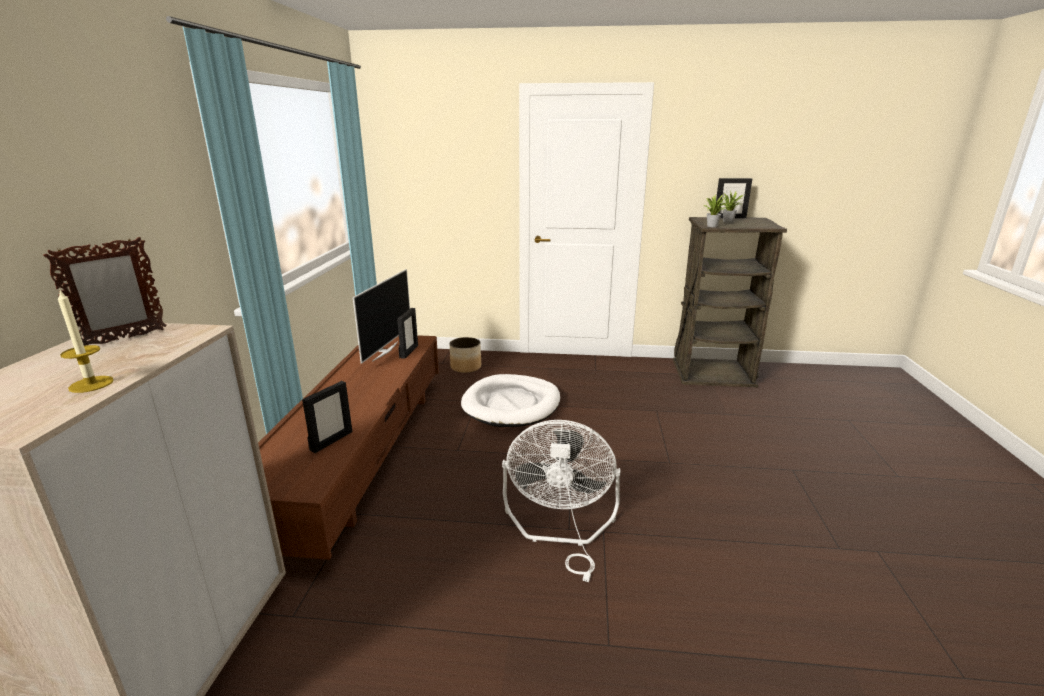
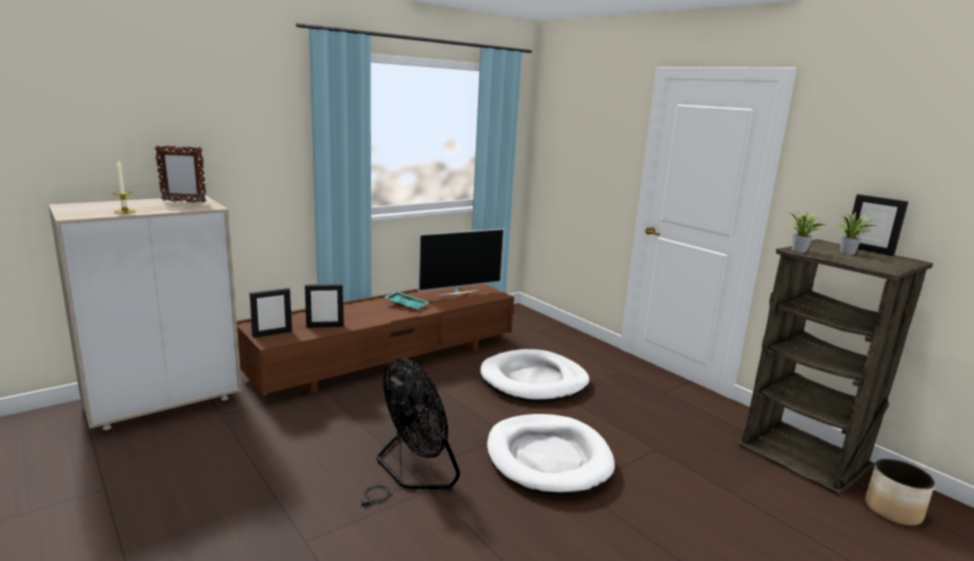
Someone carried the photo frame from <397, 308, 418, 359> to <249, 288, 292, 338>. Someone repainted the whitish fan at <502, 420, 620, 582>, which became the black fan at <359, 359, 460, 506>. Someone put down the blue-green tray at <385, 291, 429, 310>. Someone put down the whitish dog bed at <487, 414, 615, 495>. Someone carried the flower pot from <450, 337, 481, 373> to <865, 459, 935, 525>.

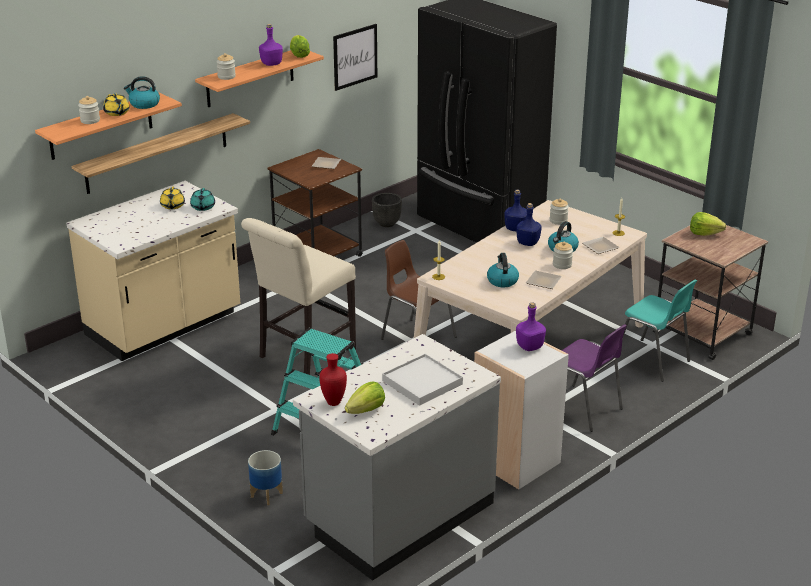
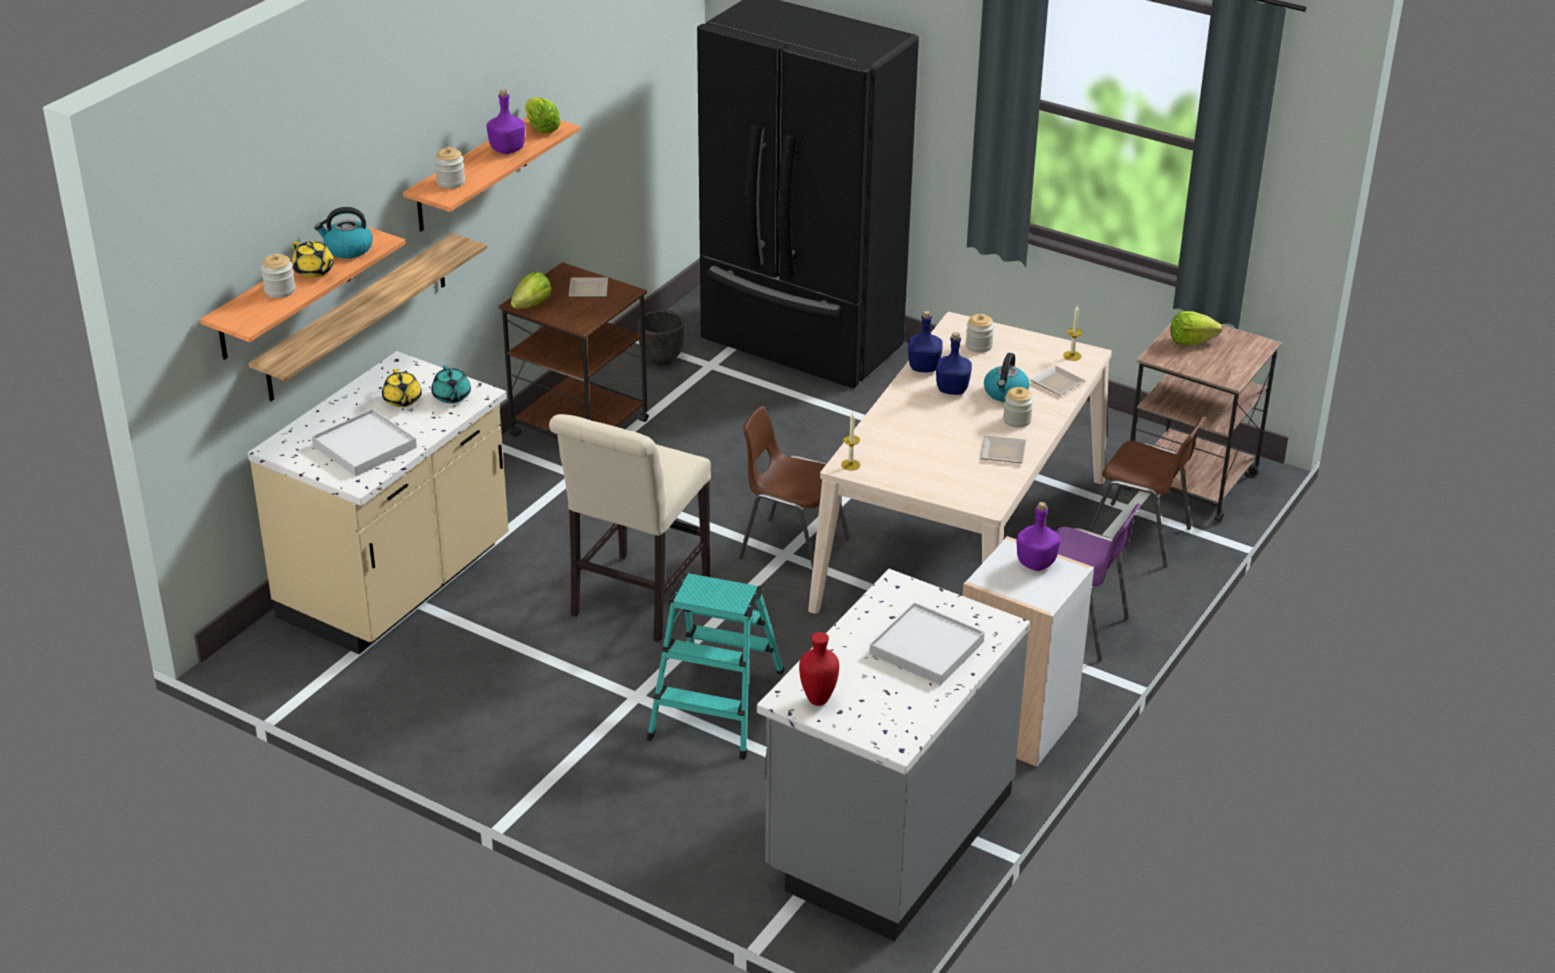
Someone put down the whitish tray at <312, 409, 417, 476>. Someone carried the lettuce from <345, 382, 385, 414> to <511, 272, 551, 309>. Someone repainted the blue-green chair at <613, 279, 697, 382>, which became the brownish chair at <1088, 416, 1206, 567>. Someone took away the flower pot at <248, 450, 283, 505>. Someone took away the wall art at <333, 24, 377, 91>. Someone took away the tea kettle at <487, 253, 519, 287>.

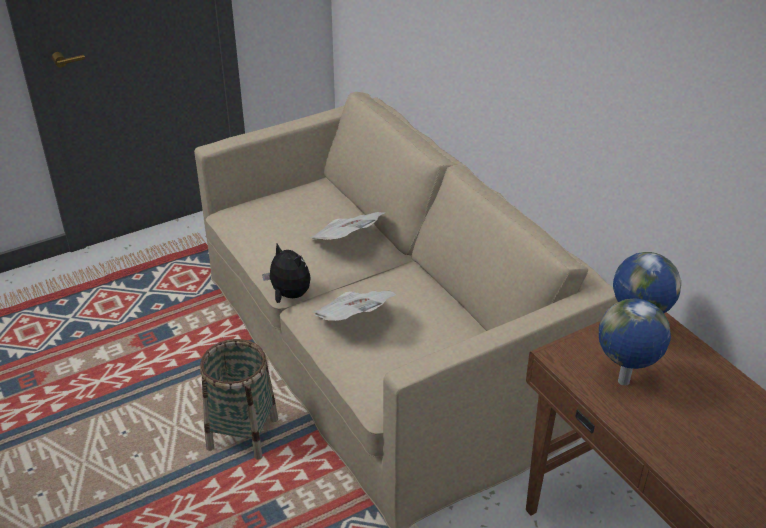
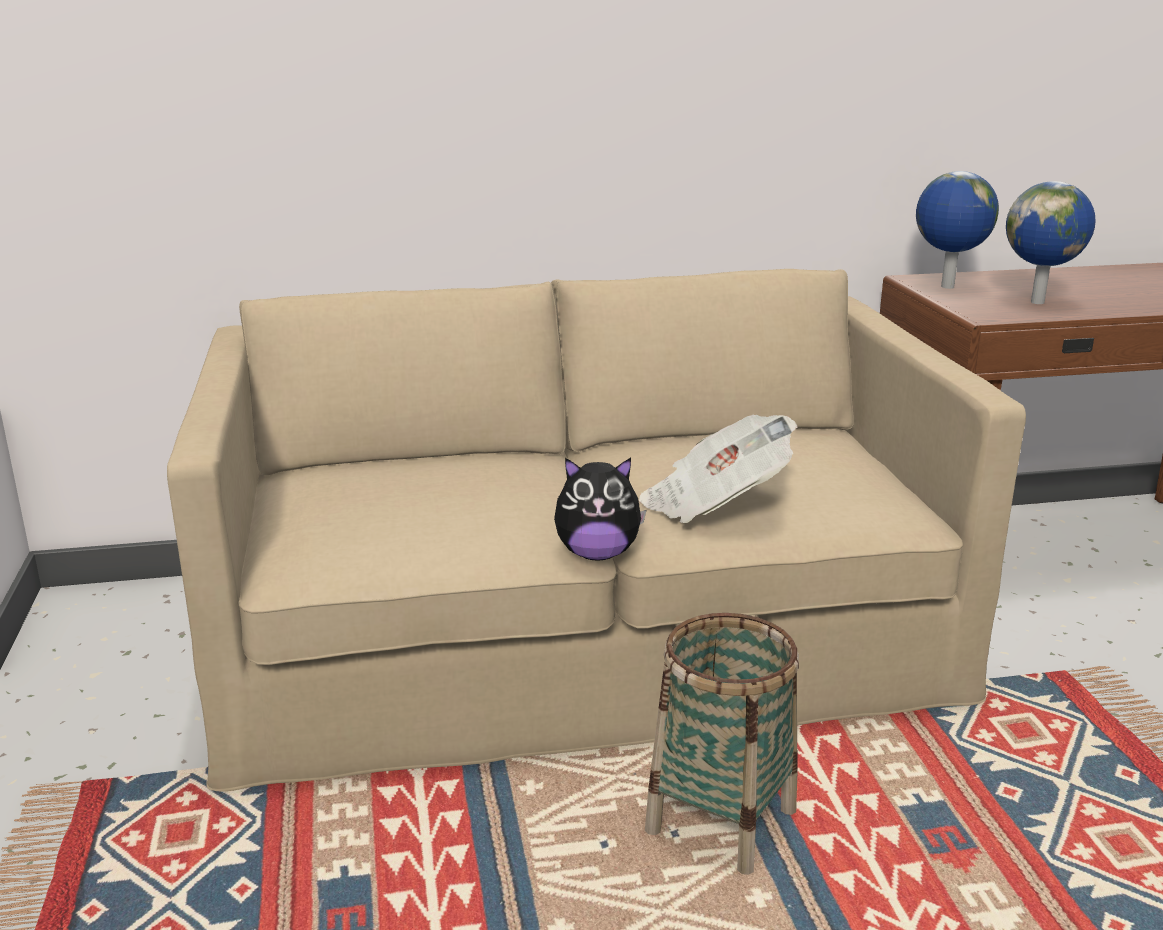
Someone rotated the soft toy at <262, 244, 311, 303> by 150 degrees counterclockwise. Someone took away the daily paper at <310, 212, 384, 240>.

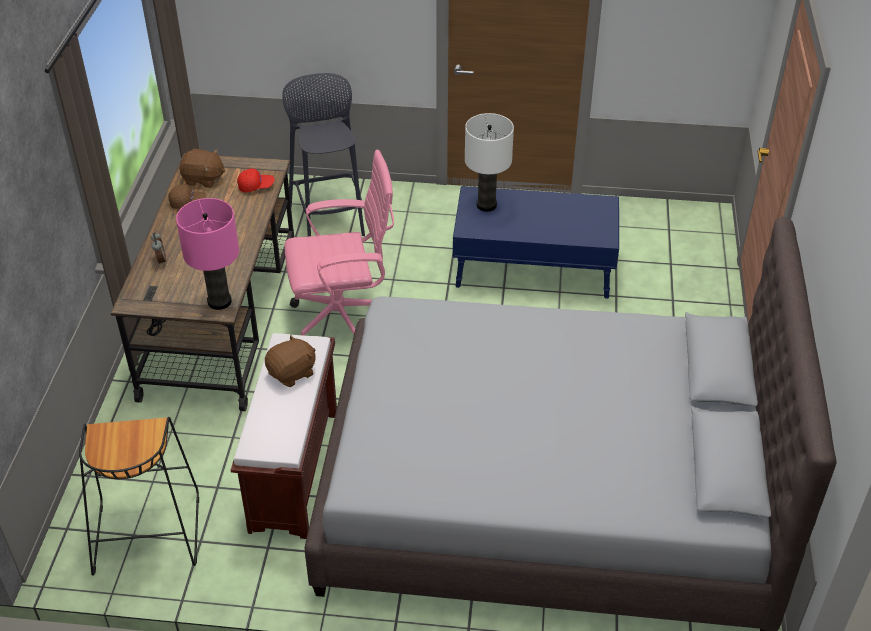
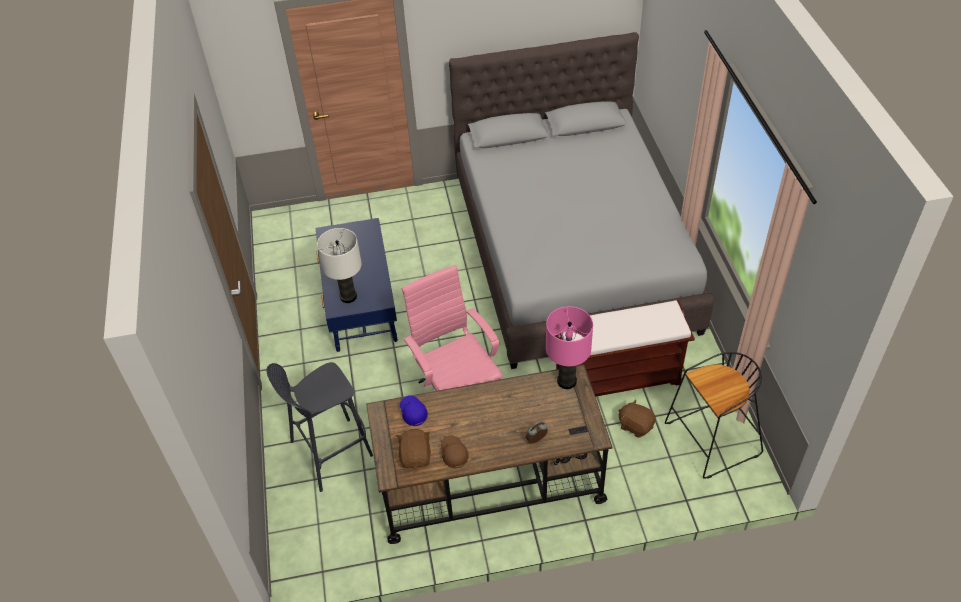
Someone repainted the red-coloured cap at <237, 169, 275, 193>, which became the blue-coloured cap at <400, 395, 428, 426>. Someone carried the brownish soft toy from <265, 334, 316, 387> to <618, 399, 655, 438>.

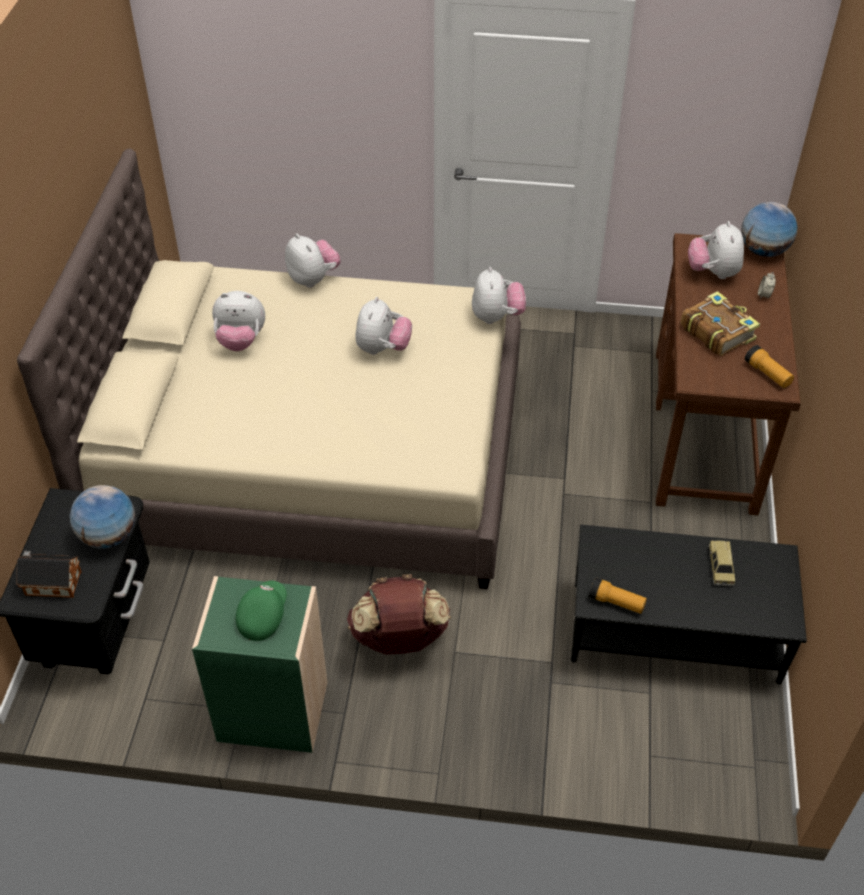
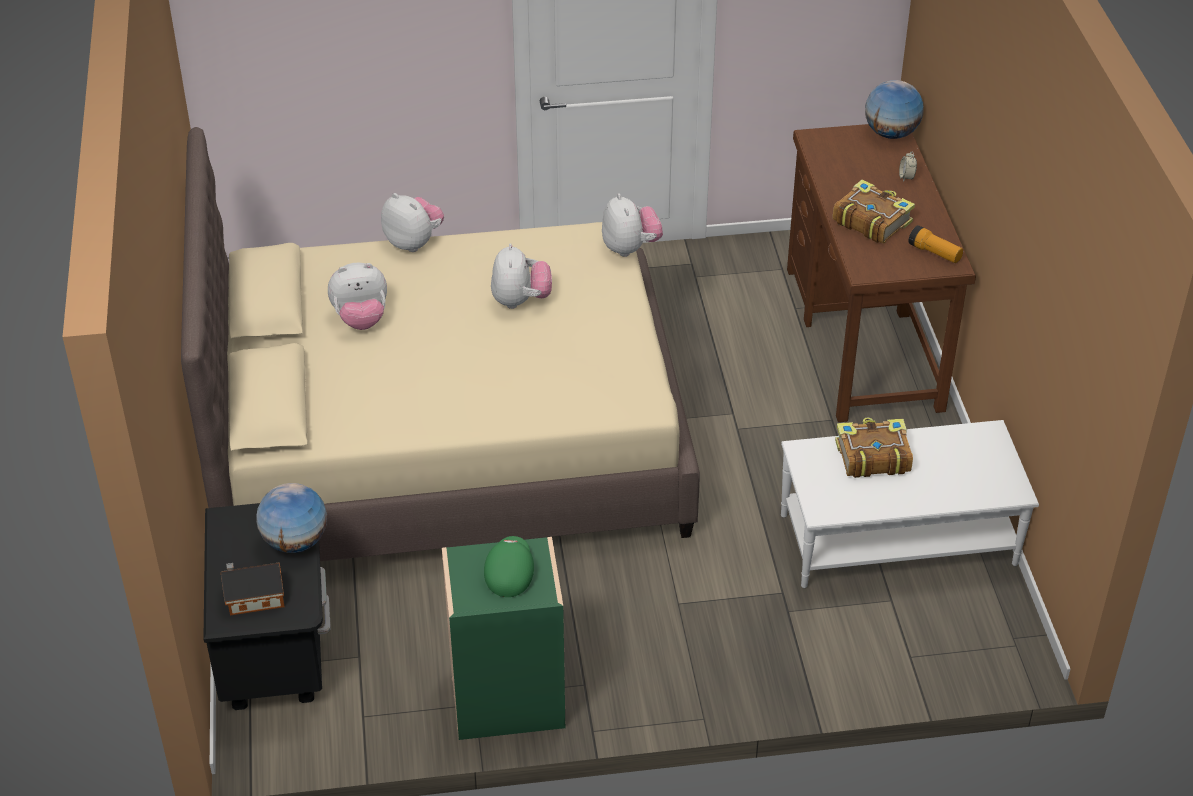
Someone repainted the black coffee table at <571, 525, 807, 684>, which became the whitish coffee table at <781, 420, 1039, 588>. Someone put down the book at <835, 417, 913, 478>. Someone took away the brownish knapsack at <347, 574, 451, 655>. Someone took away the torch at <589, 577, 647, 614>. Someone took away the soft toy at <688, 221, 744, 279>. Someone took away the model car at <709, 540, 735, 586>.

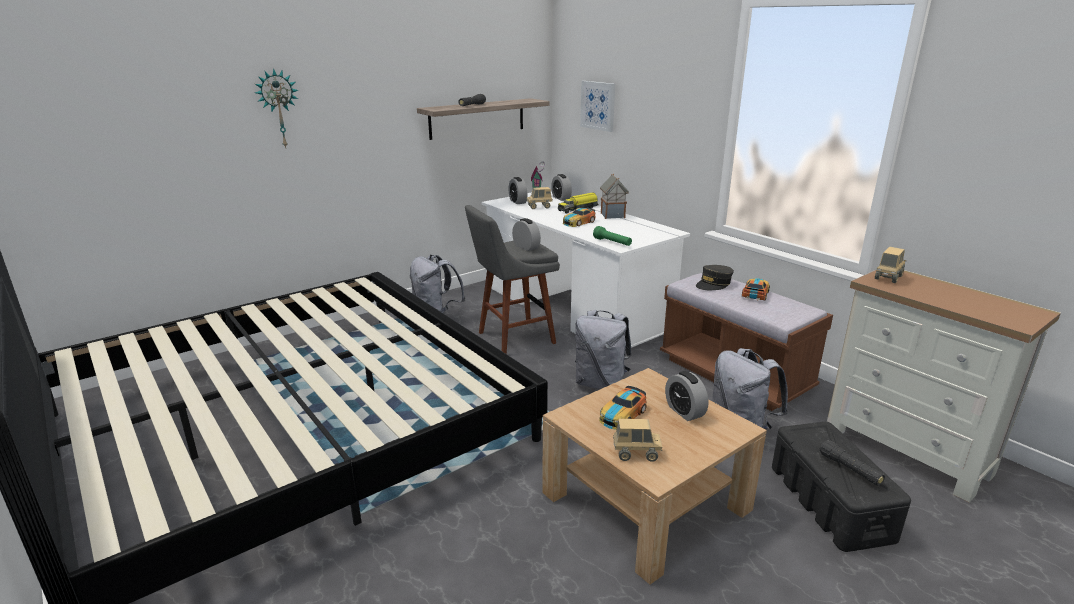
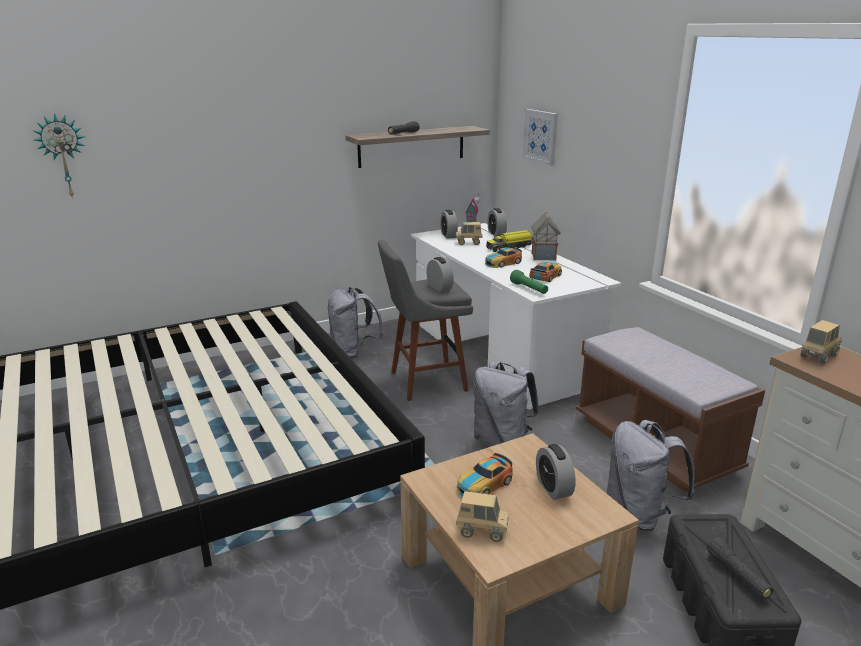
Someone carried the clock on the wall from <255, 68, 298, 148> to <33, 114, 85, 199>. Someone carried the model car from <742, 278, 770, 300> to <529, 262, 562, 282>. Someone took away the greyish cap at <696, 265, 734, 290>.

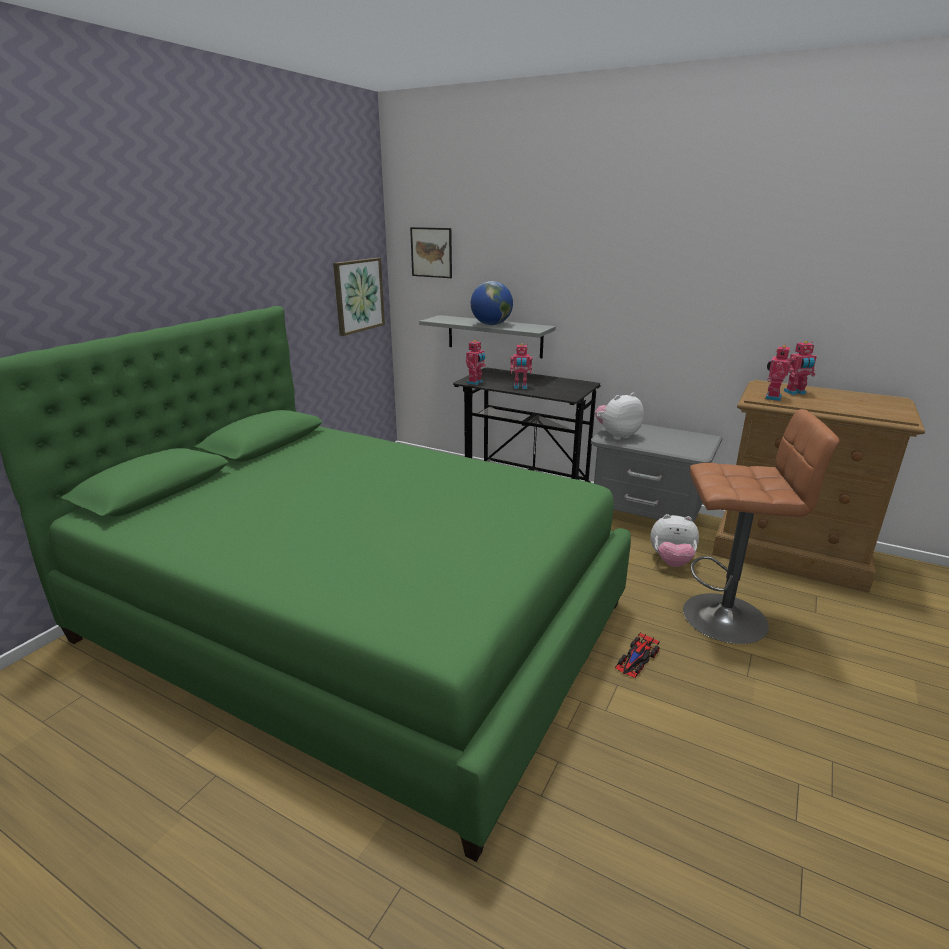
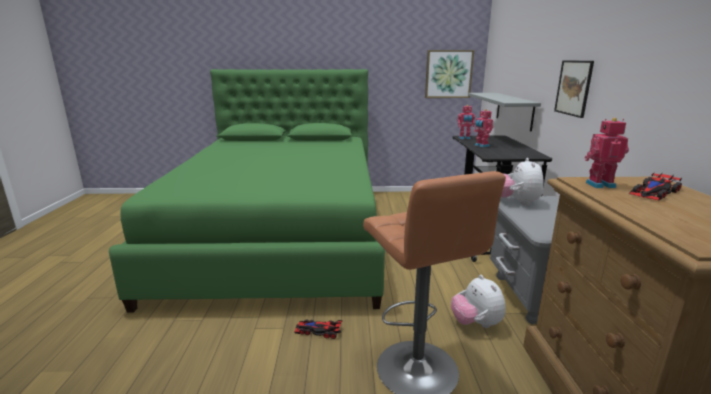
Someone rotated the soft toy at <595, 393, 644, 440> by 120 degrees counterclockwise. Someone carried the wall art from <410, 227, 452, 278> to <554, 60, 594, 118>. Someone swapped the robot figure at <784, 341, 817, 395> for the model car at <629, 173, 682, 201>. Someone took away the world globe at <471, 281, 513, 325>.

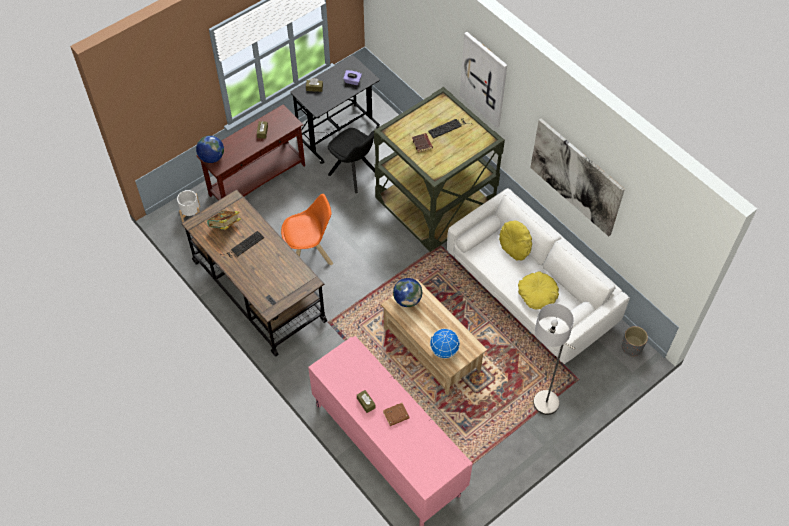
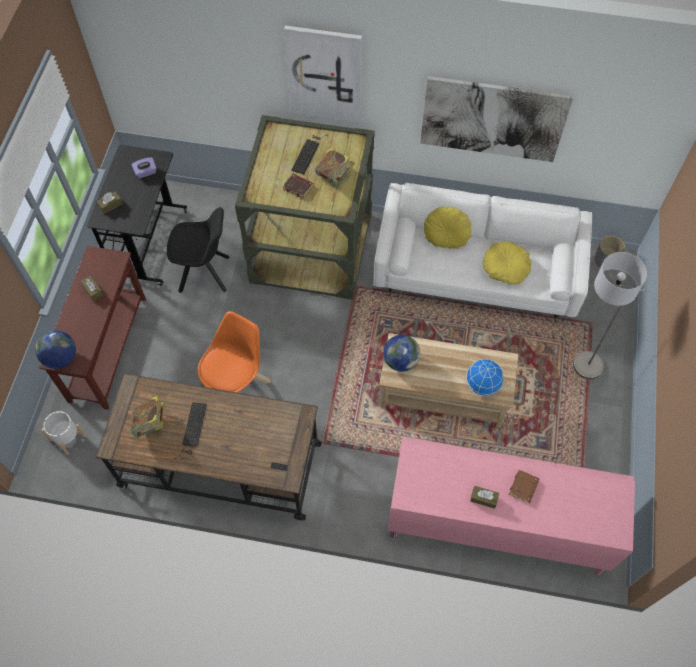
Someone put down the book at <315, 147, 355, 184>.

